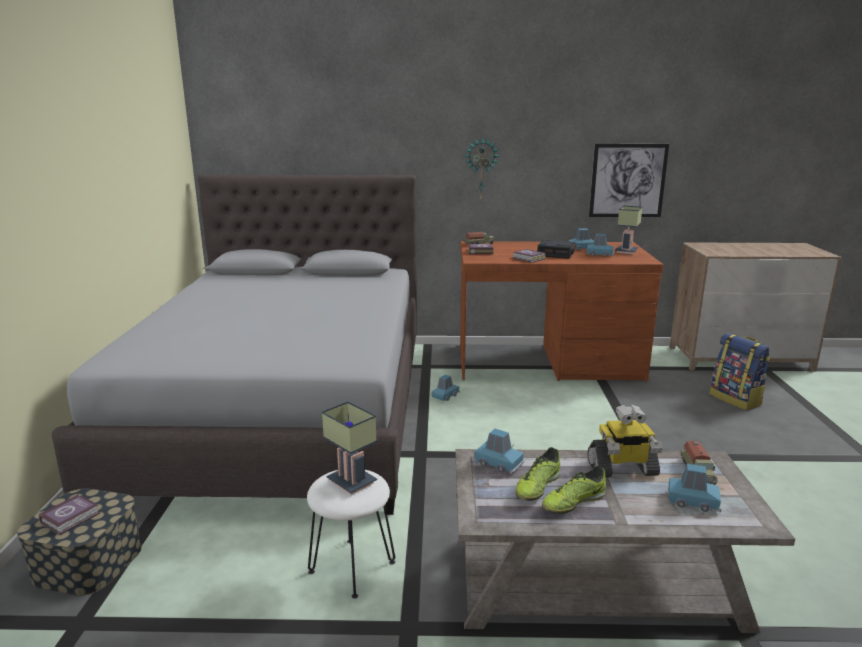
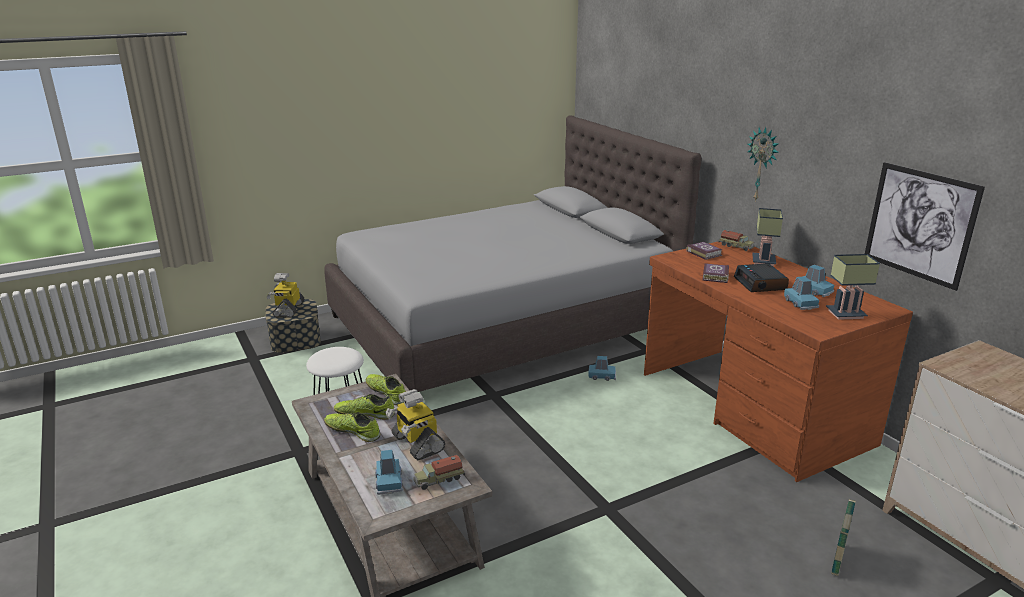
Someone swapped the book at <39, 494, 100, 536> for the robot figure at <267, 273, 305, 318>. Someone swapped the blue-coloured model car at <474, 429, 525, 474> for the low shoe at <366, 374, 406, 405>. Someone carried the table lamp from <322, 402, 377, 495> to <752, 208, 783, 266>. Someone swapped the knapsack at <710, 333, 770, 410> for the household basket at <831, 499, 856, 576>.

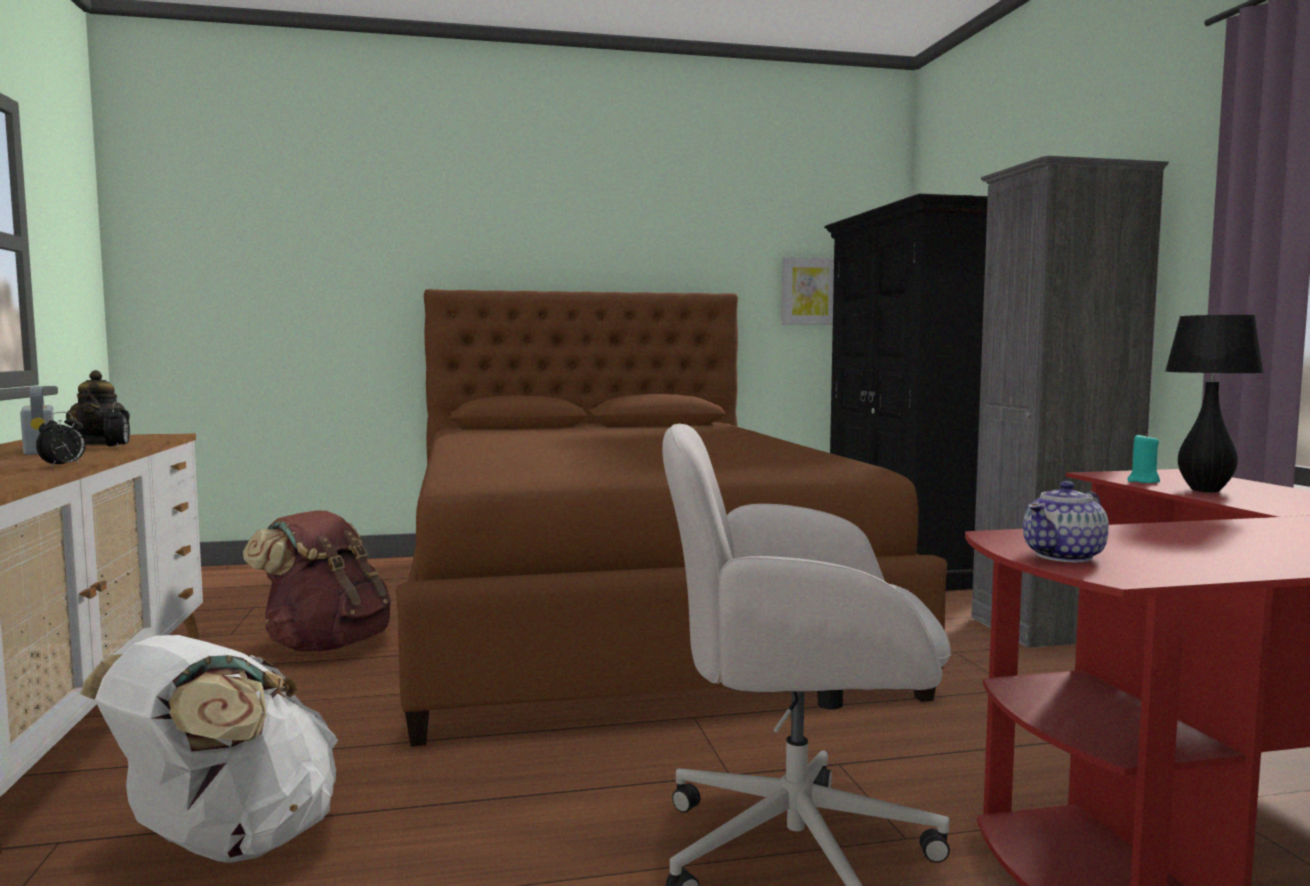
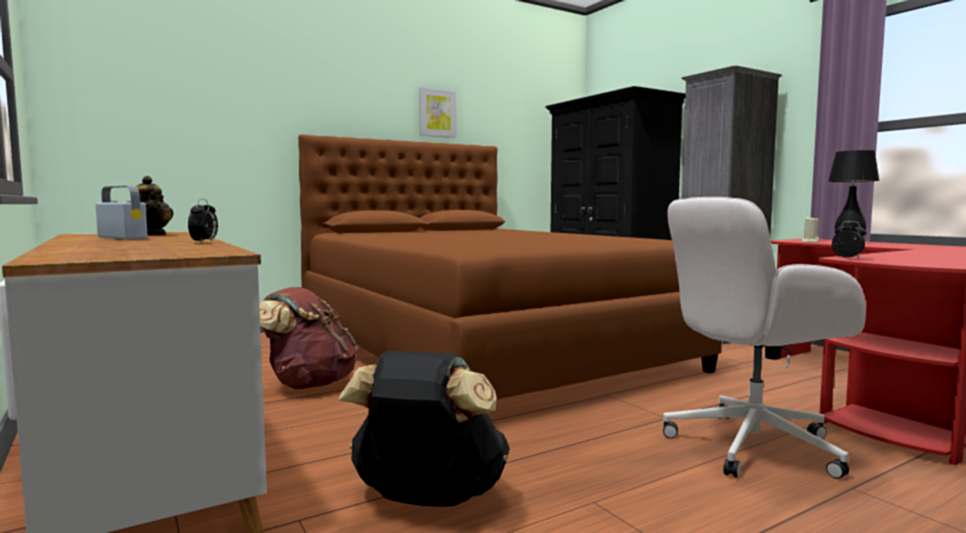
Someone repainted the whitish knapsack at <80, 635, 338, 863>, which became the black knapsack at <338, 351, 510, 507>. Someone carried the wall art from <781, 257, 834, 325> to <419, 87, 457, 138>. Someone repainted the blue-green candle at <1127, 433, 1160, 483>, which became the beige candle at <801, 217, 820, 242>. Someone carried the table clock from <104, 402, 130, 449> to <832, 221, 867, 258>. Someone took away the tea pot at <1023, 481, 1109, 562>.

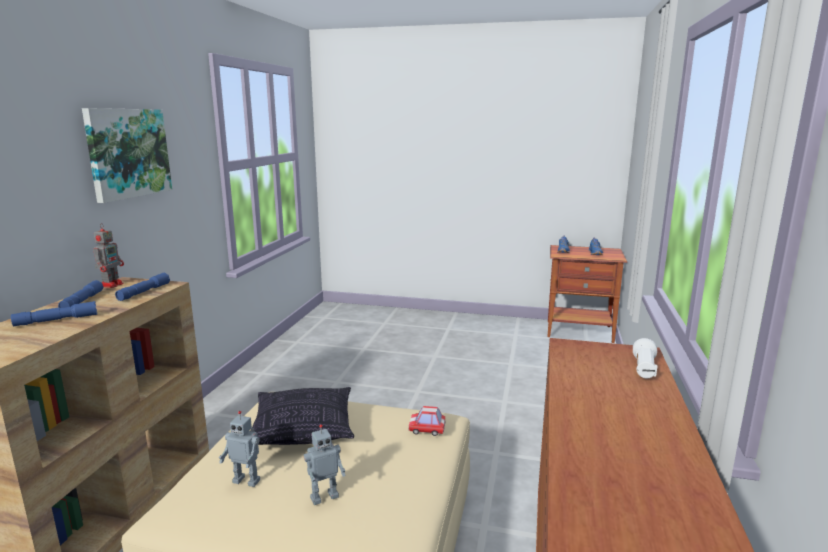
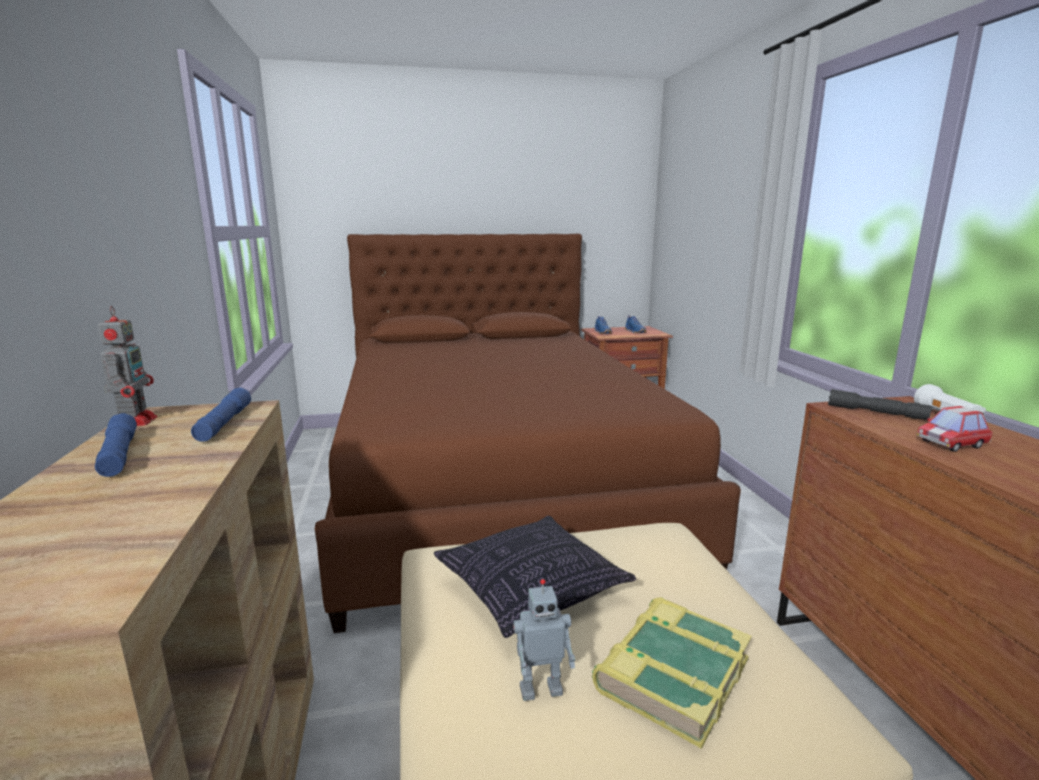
Someone put down the brownish bed at <315, 234, 741, 633>. Someone swapped the robot figure at <304, 424, 345, 505> for the book at <592, 597, 752, 749>. Someone put down the greyish torch at <828, 389, 932, 420>. Someone carried the model car from <408, 406, 446, 436> to <917, 406, 993, 452>. Someone took away the blue-coloured torch at <11, 301, 97, 326>. Someone took away the wall art at <82, 108, 172, 203>.

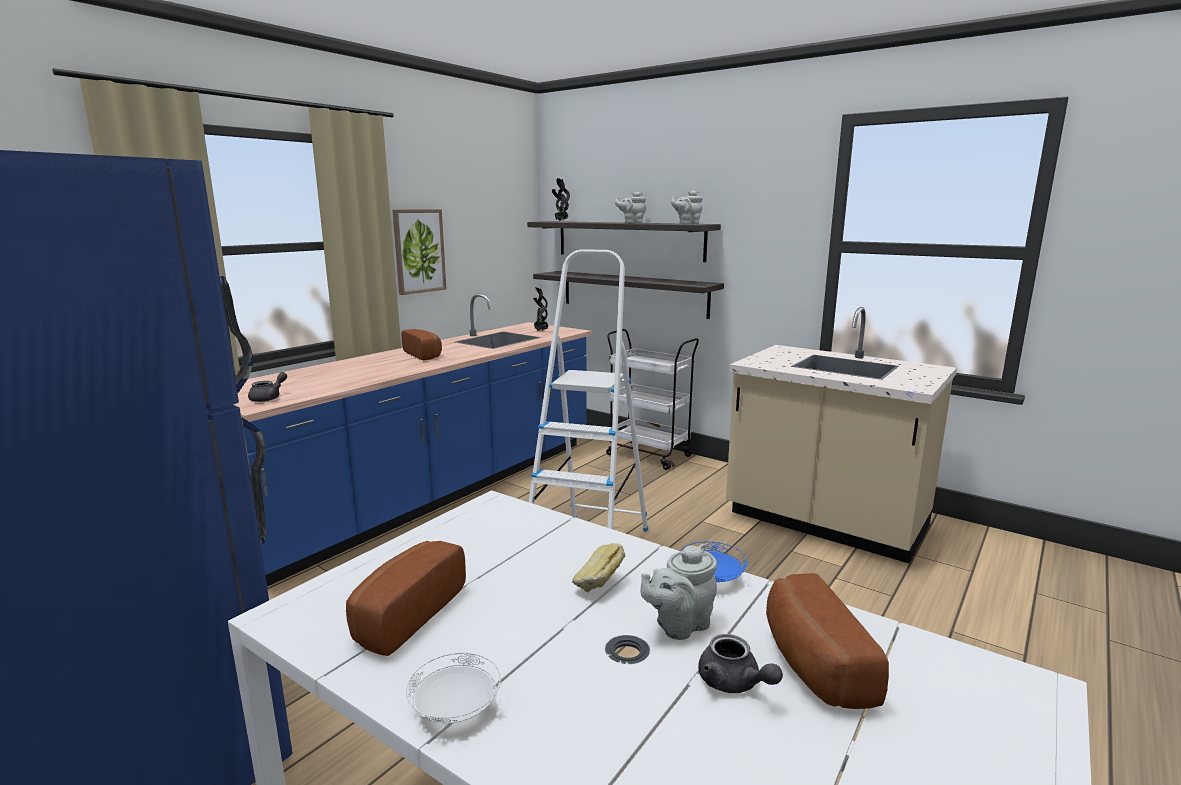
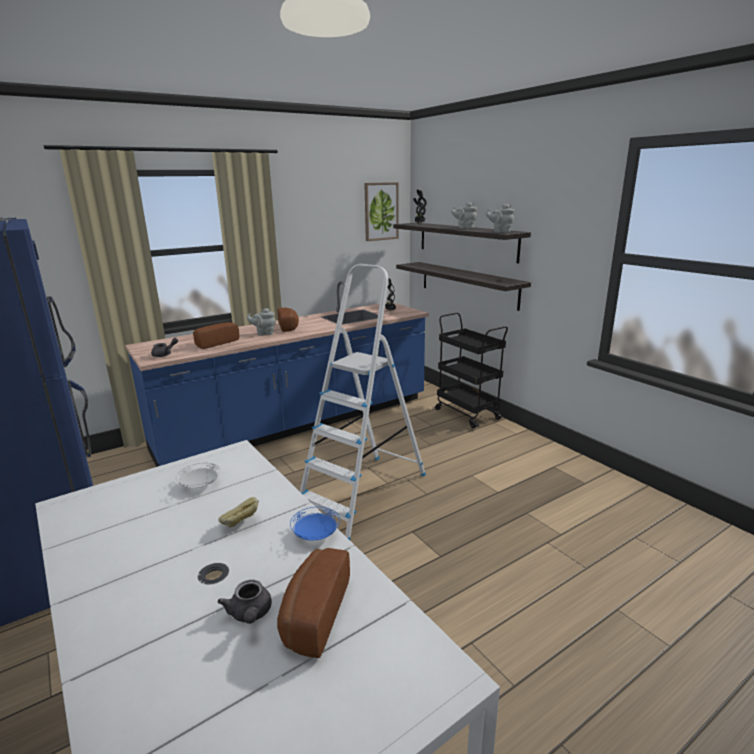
Someone carried the whitish flat dish from <406, 653, 501, 723> to <176, 463, 220, 488>. Someone carried the bread from <346, 541, 466, 656> to <193, 322, 239, 349>. Someone carried the greyish tea pot from <641, 544, 717, 640> to <247, 308, 276, 336>. Someone carried the wall art from <393, 209, 446, 295> to <364, 182, 399, 241>. Someone repainted the whitish wheeled cart at <606, 329, 699, 470>, which became the black wheeled cart at <435, 313, 508, 429>. Someone took away the beige counter at <726, 307, 957, 564>.

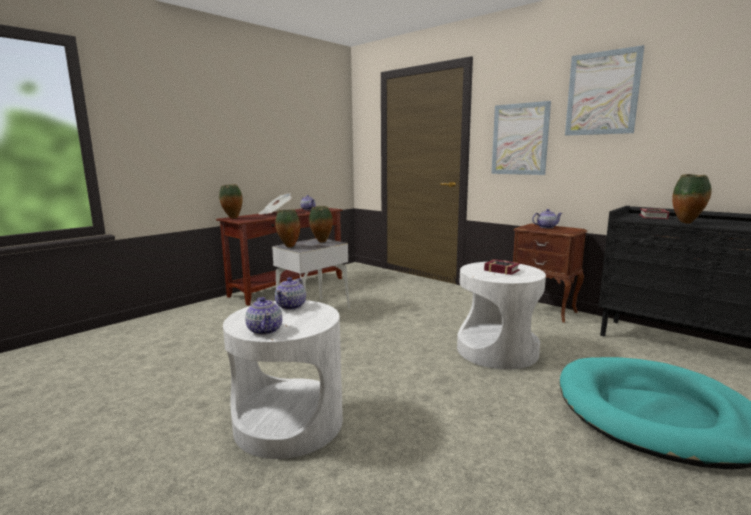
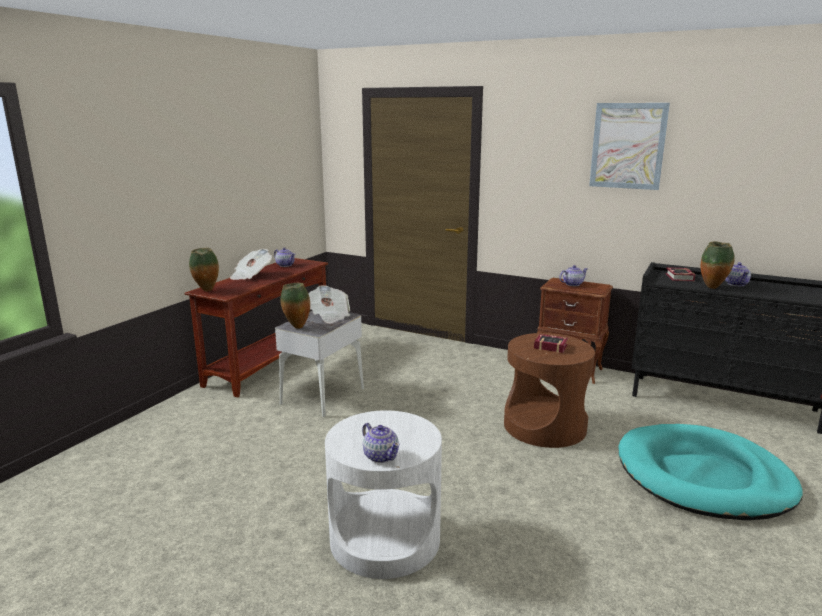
Someone swapped the decorative vase at <309, 206, 333, 243> for the daily paper at <309, 285, 350, 324>. Someone repainted the whitish end table at <457, 262, 546, 369>, which became the brownish end table at <504, 333, 595, 448>. Someone carried the tea pot from <275, 277, 306, 310> to <725, 262, 751, 286>. Someone took away the wall art at <491, 101, 551, 175>.

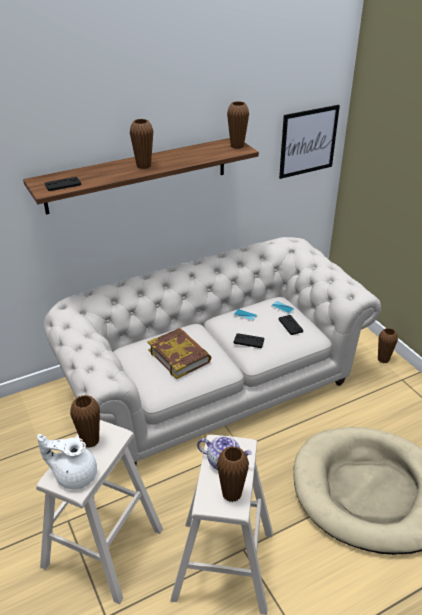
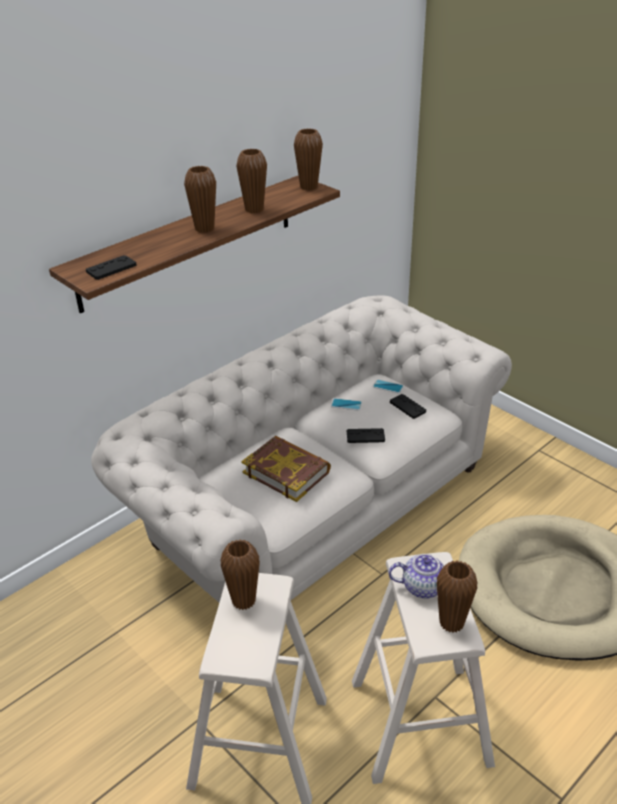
Someone carried the brownish decorative vase from <378, 328, 398, 363> to <236, 149, 267, 213>. Someone took away the whitish tea pot at <37, 434, 97, 489>. Someone took away the wall art at <279, 105, 340, 179>.

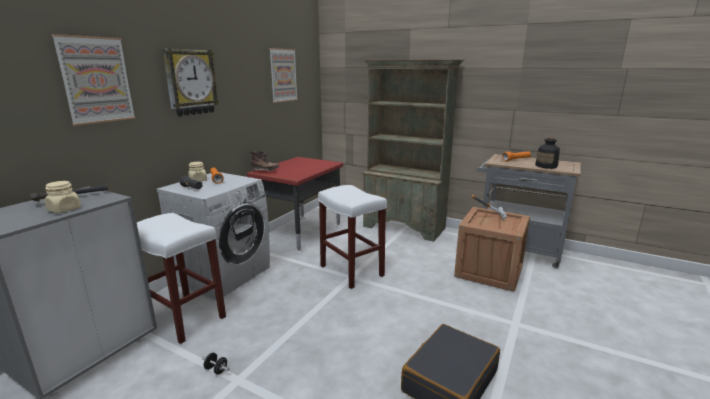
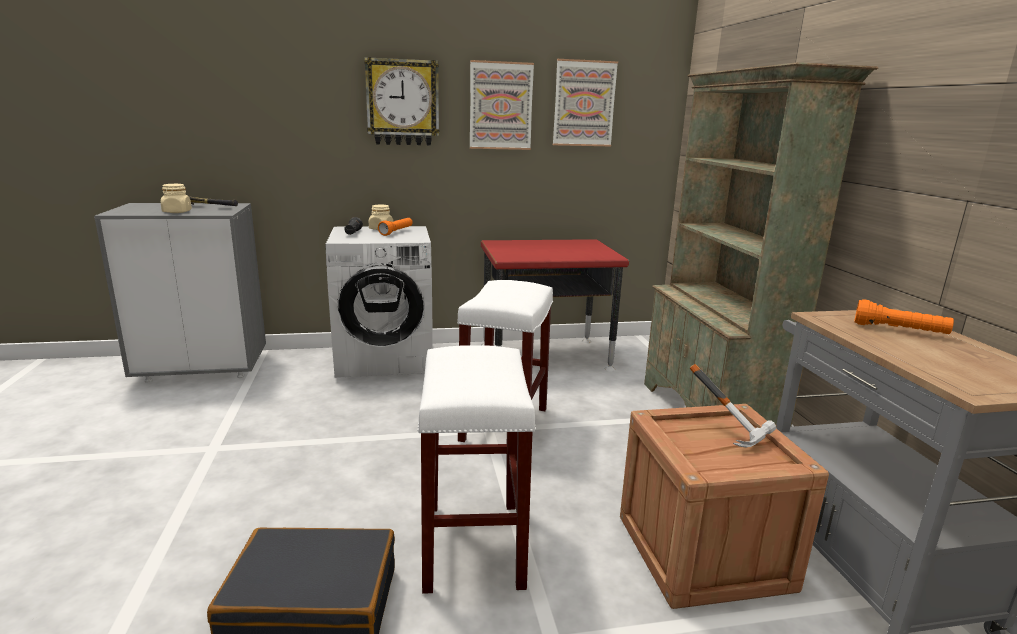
Someone carried the whitish sitting stool from <137, 213, 226, 344> to <417, 345, 536, 594>. Someone carried the wall art from <52, 34, 136, 126> to <470, 60, 534, 150>. Someone took away the black free weight at <202, 353, 229, 374>. Someone took away the brownish high-top boot at <250, 151, 280, 171>. Someone took away the beverage bottle at <535, 138, 560, 169>.

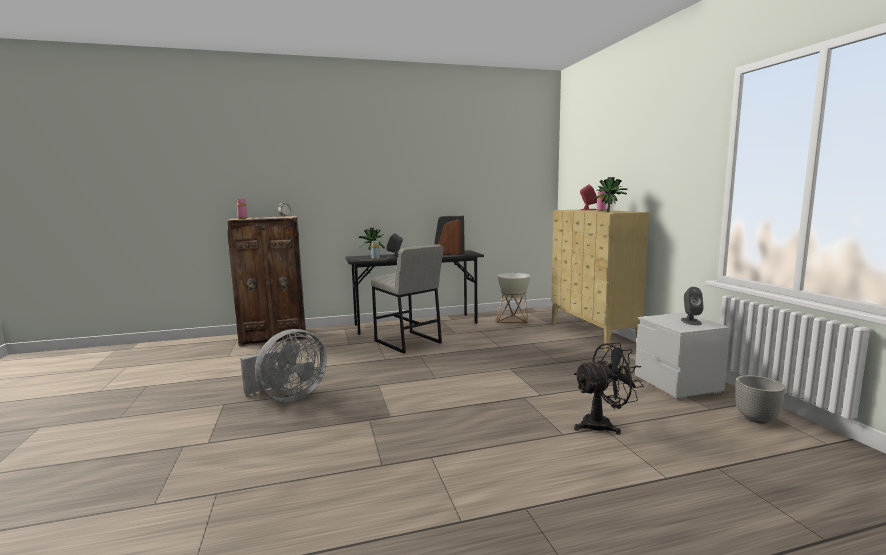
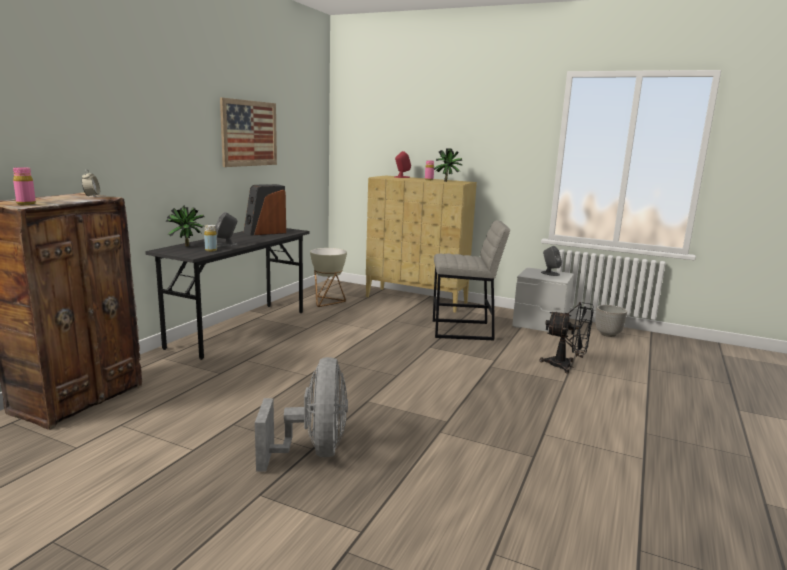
Someone put up the wall art at <220, 98, 277, 167>. Someone carried the greyish chair from <371, 244, 443, 354> to <433, 220, 510, 340>. Someone rotated the black fan at <574, 342, 644, 435> by 90 degrees clockwise.

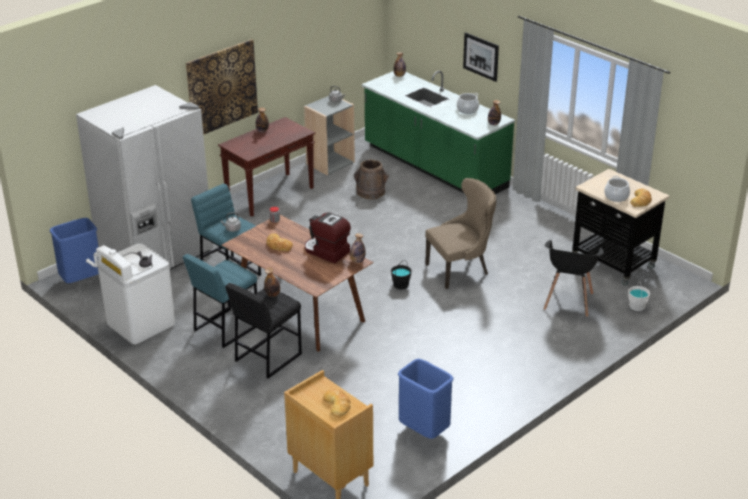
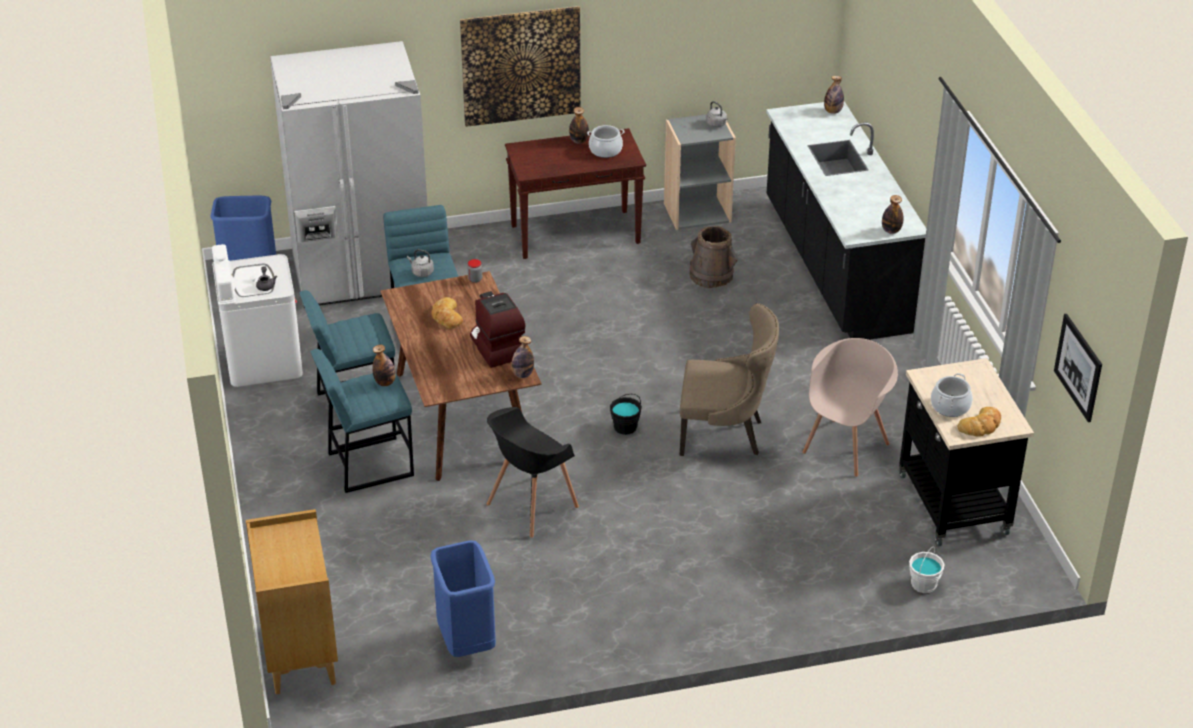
Someone repainted the black sitting stool at <225, 283, 302, 378>, which became the blue-coloured sitting stool at <310, 349, 414, 493>. Someone carried the black chair from <544, 240, 604, 317> to <487, 407, 579, 538>. Someone carried the saucepot from <457, 93, 479, 114> to <587, 125, 624, 158>. Someone repainted the green counter at <362, 71, 515, 194>, which became the black counter at <766, 101, 926, 340>. Someone put down the beige chair at <802, 338, 898, 477>. Someone carried the wall art from <463, 32, 499, 82> to <1054, 314, 1102, 422>. Someone took away the bread at <323, 389, 351, 417>.

